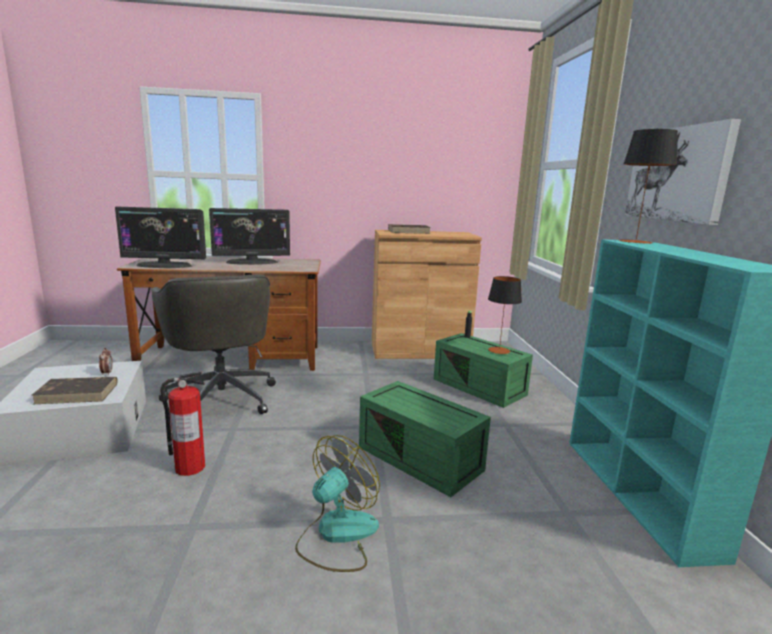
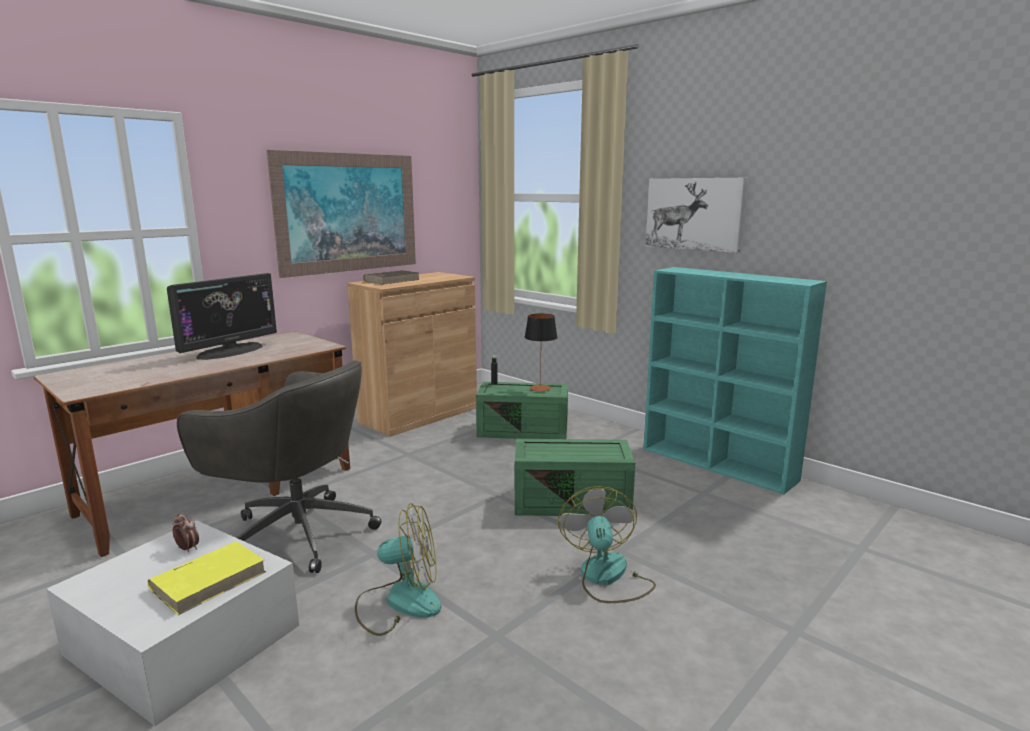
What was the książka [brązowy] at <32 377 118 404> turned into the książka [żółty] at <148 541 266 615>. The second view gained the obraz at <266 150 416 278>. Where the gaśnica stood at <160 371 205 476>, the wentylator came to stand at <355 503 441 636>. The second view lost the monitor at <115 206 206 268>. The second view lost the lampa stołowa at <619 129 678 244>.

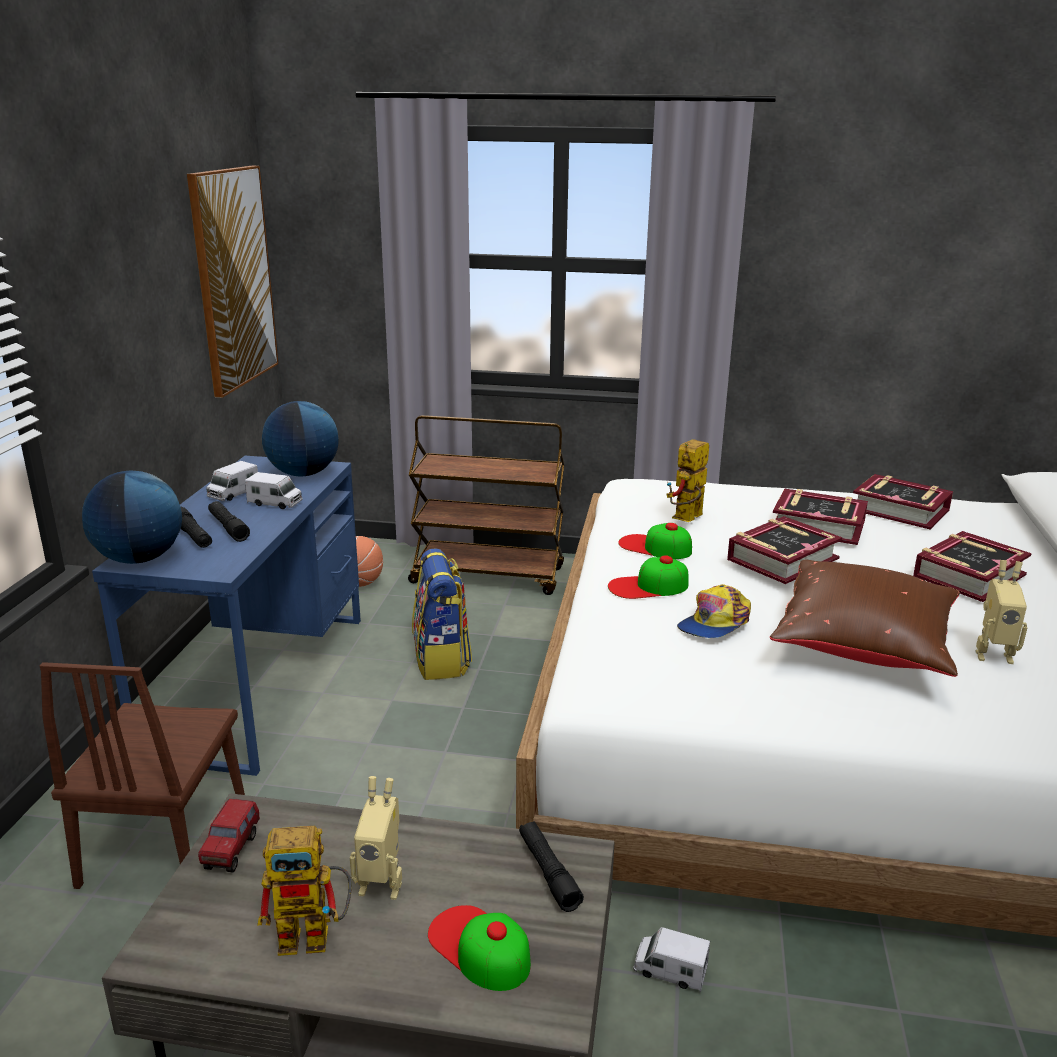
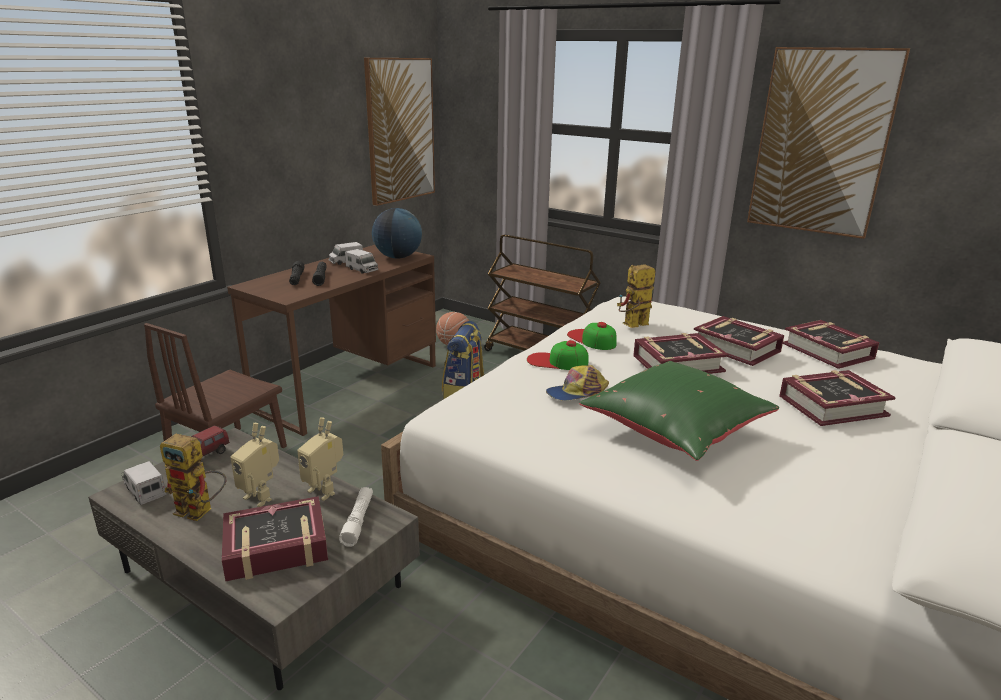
The ciężarówka zabawkowa ended up elsewhere, having gone from <633 927 710 992> to <121 461 167 505>. Where the czapka z daszkiem stood at <428 905 531 991>, the książka came to stand at <222 496 328 581>. What was the biurko [niebieski] at <92 456 361 776> turned into the biurko [brązowy] at <227 245 436 436>. The robot zabawkowy ended up elsewhere, having gone from <975 560 1028 664> to <297 417 343 501>. What was the latarka [czarny] at <519 822 584 912> turned into the latarka [biały] at <339 487 373 547>. What was the poduszka [brązowy] at <770 559 960 677> turned into the poduszka [zielony] at <579 361 779 461>. The second view gained the obraz at <747 47 910 239>. The second view lost the globus at <82 471 182 564>.

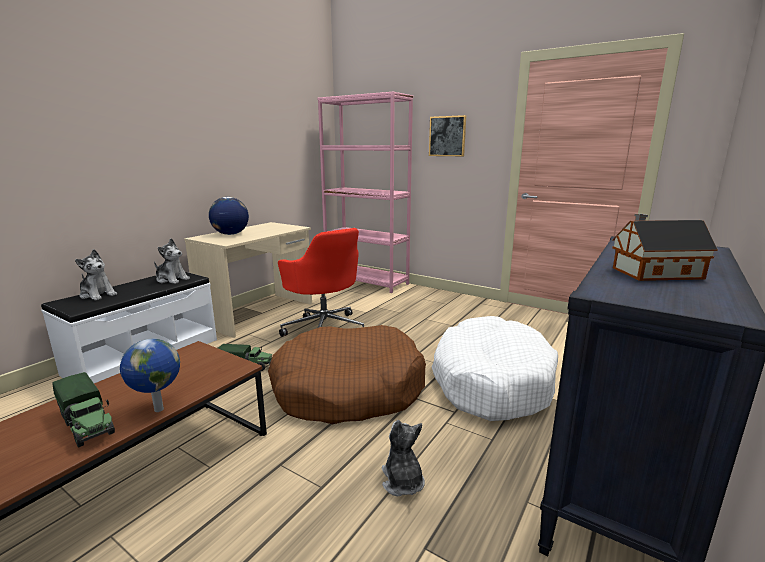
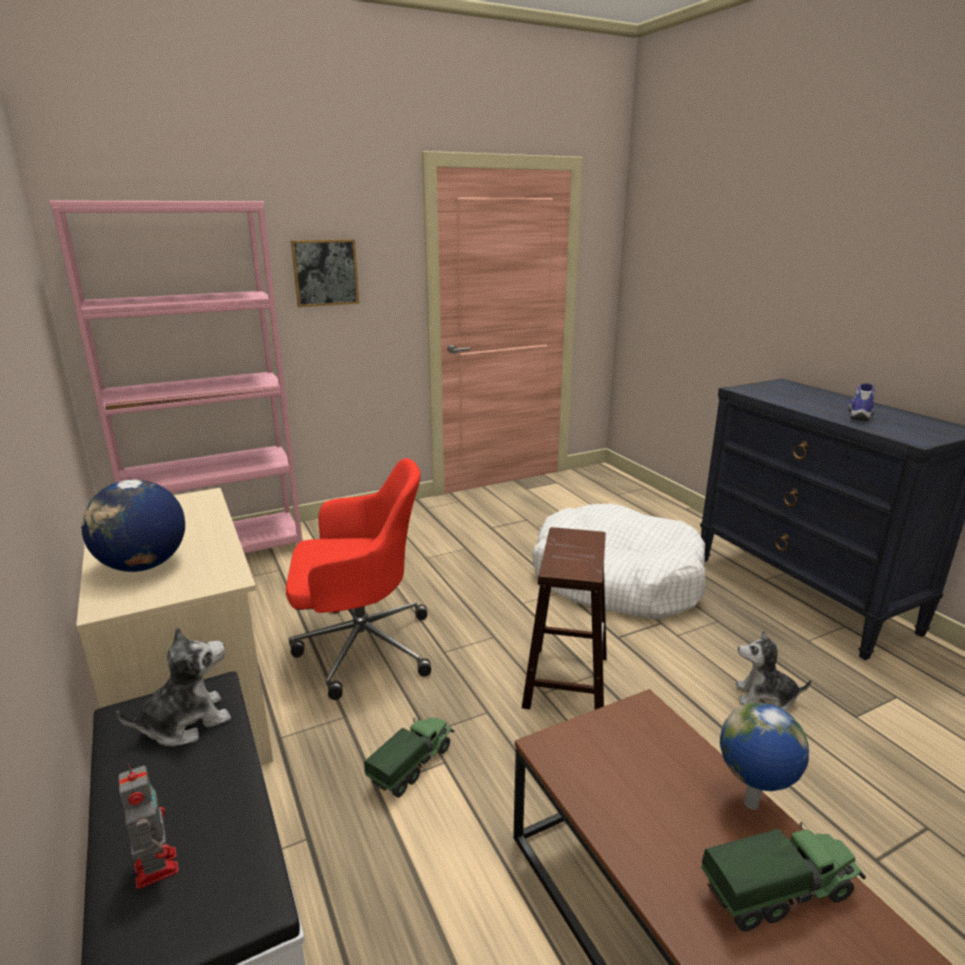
Where the pluszak stood at <75 249 117 300>, the robot zabawkowy came to stand at <119 763 179 889>. Where the legowisko [brązowy] stood at <268 325 426 424>, the stołek [brązowy] came to stand at <522 527 607 710>. Where the domek stood at <612 214 718 281>, the but came to stand at <849 383 875 421>.

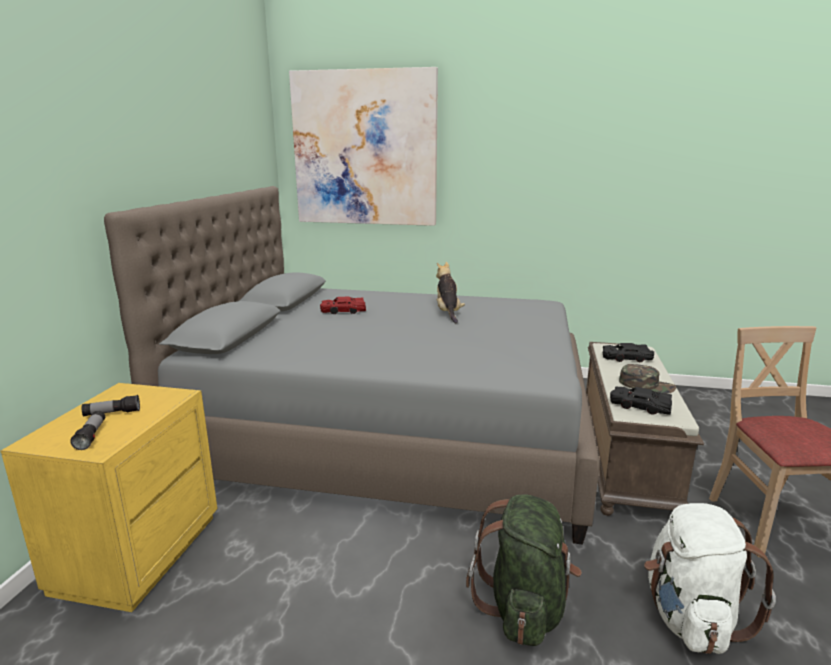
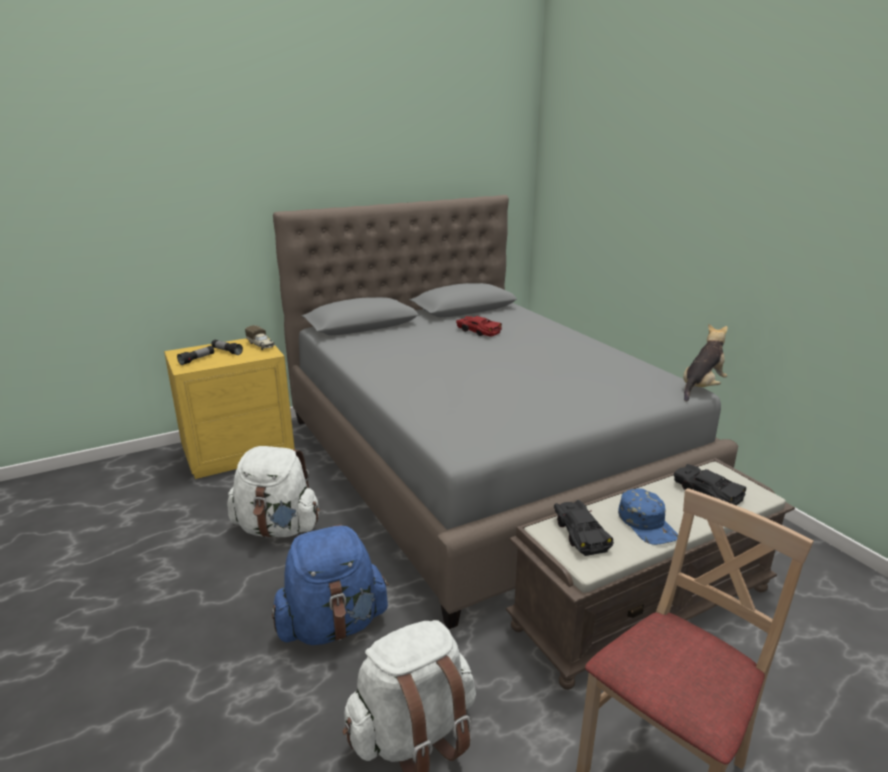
The second view gained the plecak [biały] at <227 446 320 538>. The second view gained the ciężarówka zabawkowa at <245 325 275 350>. What was the plecak [zielony] at <466 494 582 646> turned into the plecak [niebieski] at <272 524 389 645>. What was the czapka z daszkiem [zielony] at <619 364 676 394> turned into the czapka z daszkiem [niebieski] at <618 488 678 545>. The pluszak ended up elsewhere, having gone from <436 262 465 323> to <683 324 728 402>. The second view lost the obraz at <289 67 438 226>.

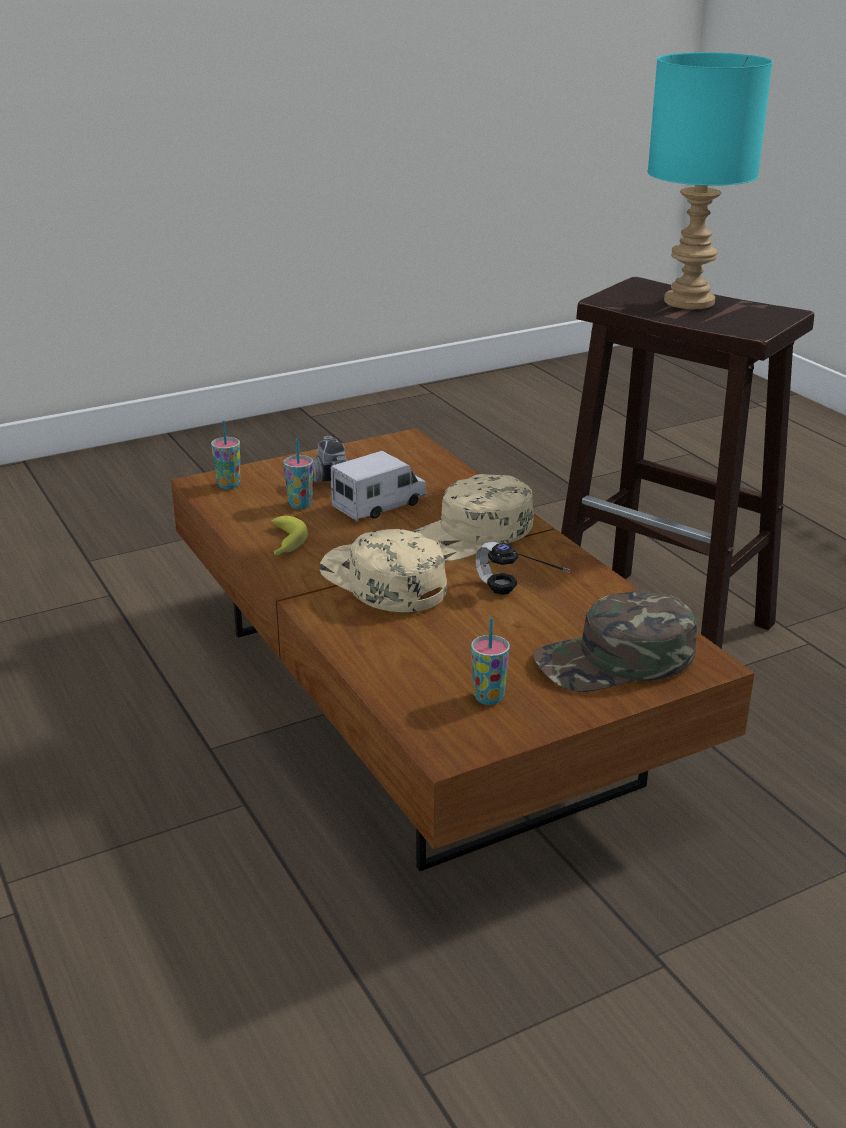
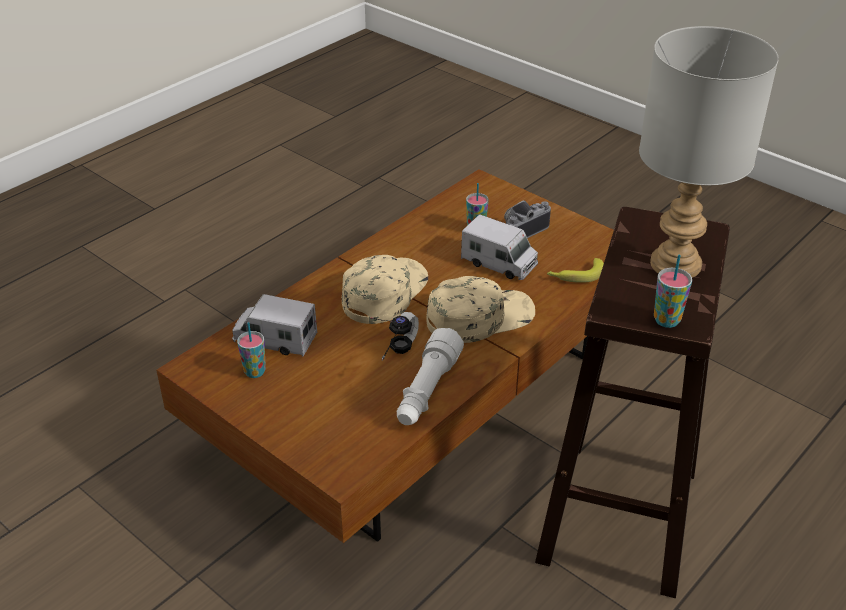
The second view gained the ciężarówka zabawkowa at <232 294 317 357>. The second view gained the latarka [biały] at <397 328 464 425>. The czapka z daszkiem [beżowy] at <413 474 534 561> ended up facing another way, 120 degrees clockwise from before. The banan ended up elsewhere, having gone from <272 516 308 556> to <547 258 604 283>. What was the lampa stołowa [turkusowy] at <648 52 773 309> turned into the lampa stołowa [szary] at <639 26 779 278>. The filiżanka ended up elsewhere, having gone from <211 420 240 489> to <654 255 692 328>. The second view lost the czapka z daszkiem [zielony] at <533 590 697 692>.

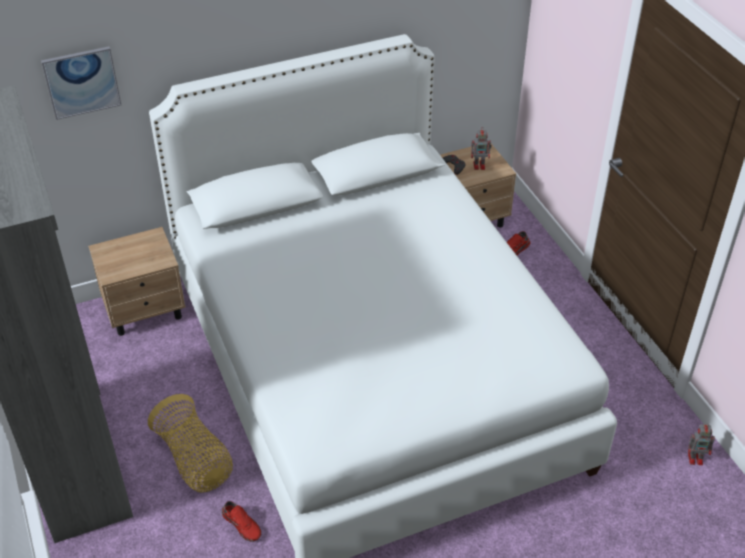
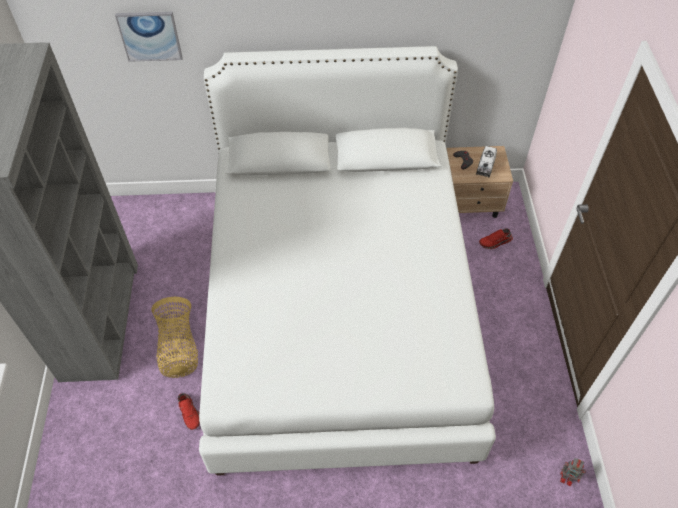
Where the robot zabawkowy stood at <471 127 492 170>, the ciężarówka zabawkowa came to stand at <476 146 497 177>. The second view lost the szafka nocna [beżowy] at <88 227 186 336>.

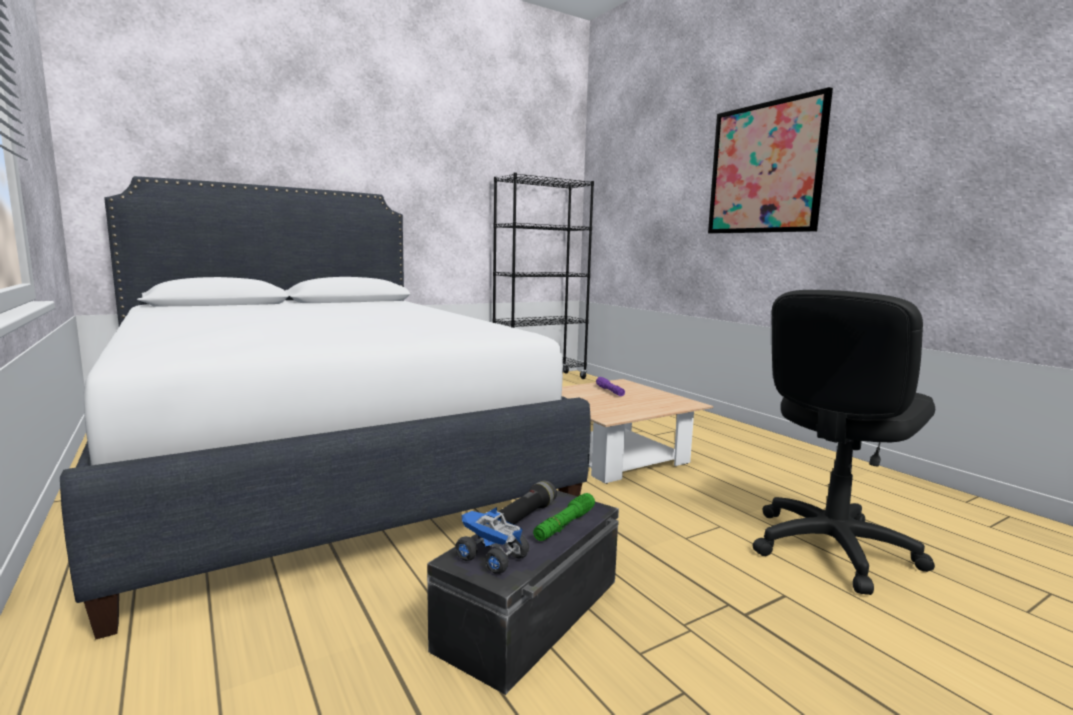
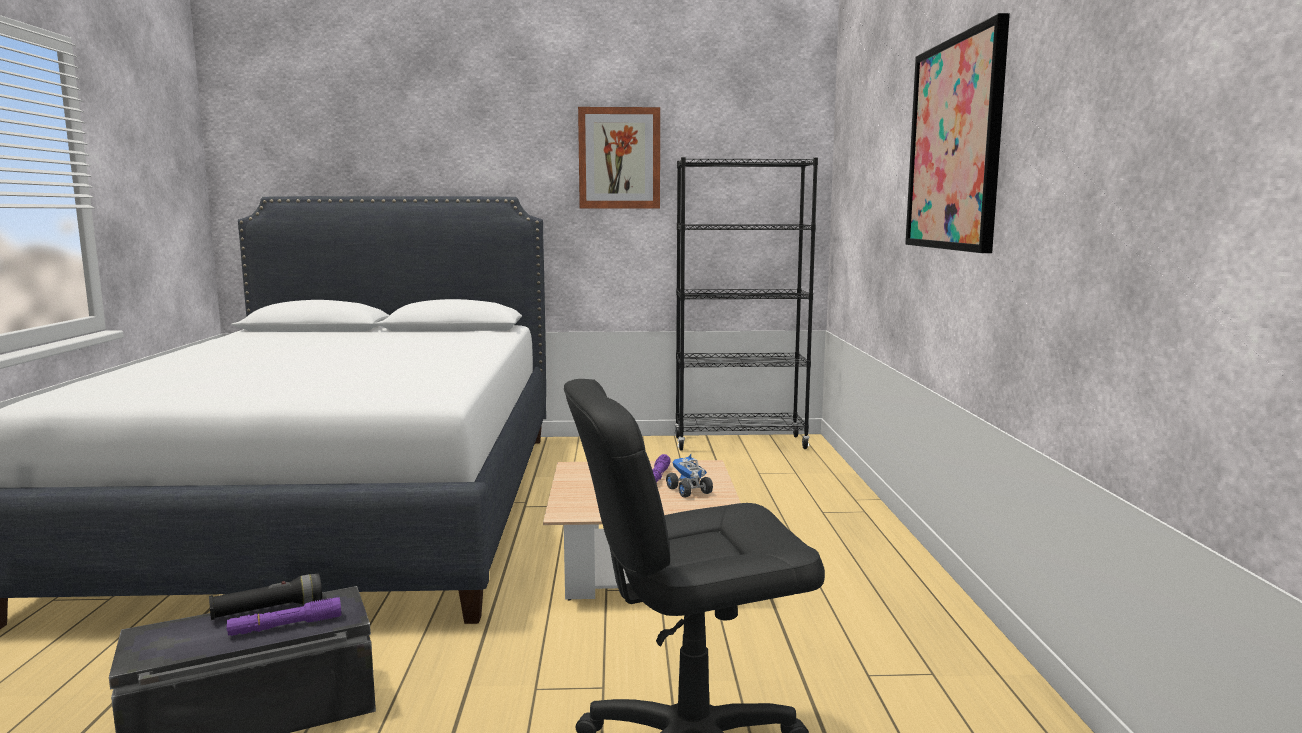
What was the latarka [zielony] at <533 493 595 541> turned into the latarka [fioletowy] at <226 597 341 636>. The second view gained the obraz at <578 107 660 208>. The ciężarówka zabawkowa ended up elsewhere, having gone from <455 507 530 574> to <666 454 713 497>.

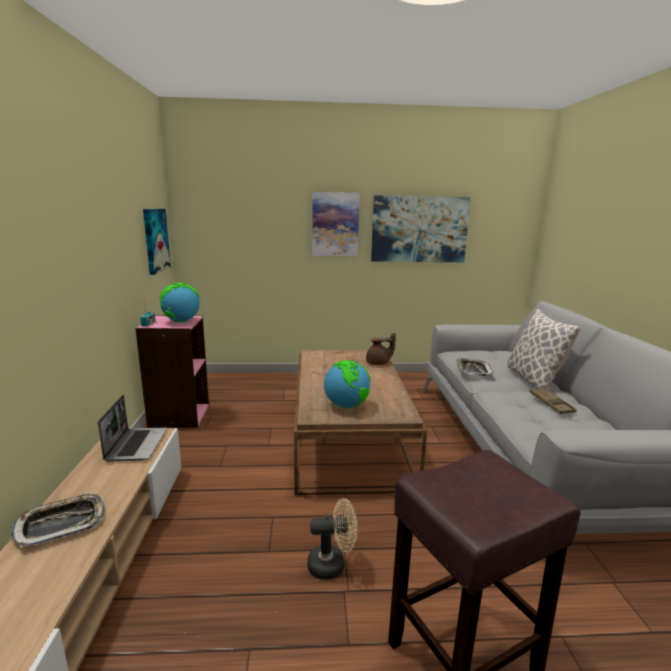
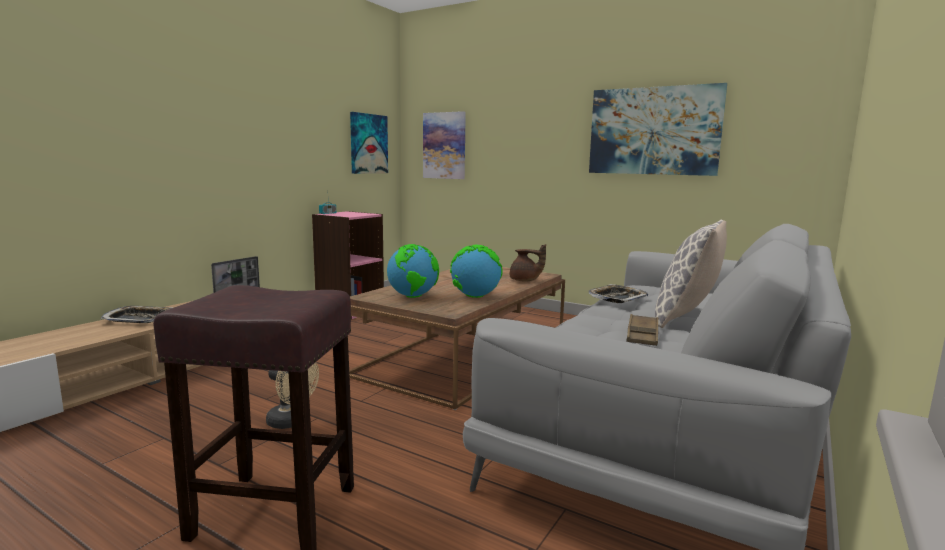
The obraz ended up elsewhere, having gone from <312 192 360 256> to <423 111 466 179>. The globus ended up elsewhere, having gone from <159 283 200 322> to <450 245 502 298>.

